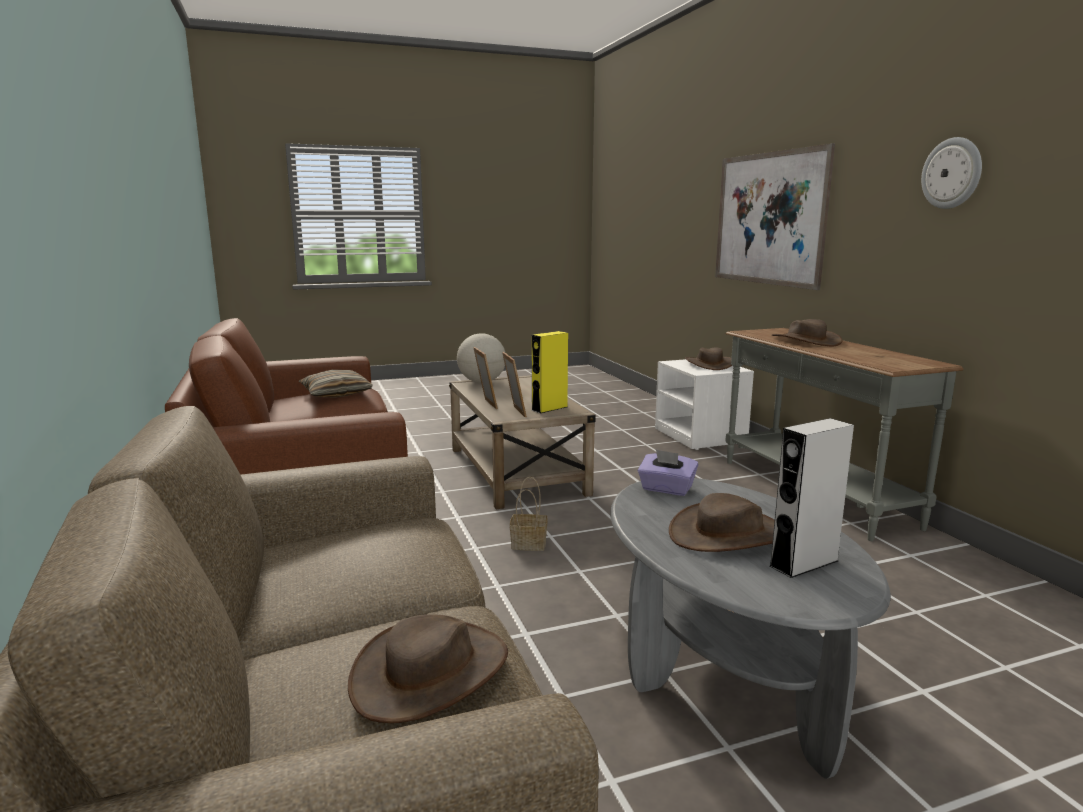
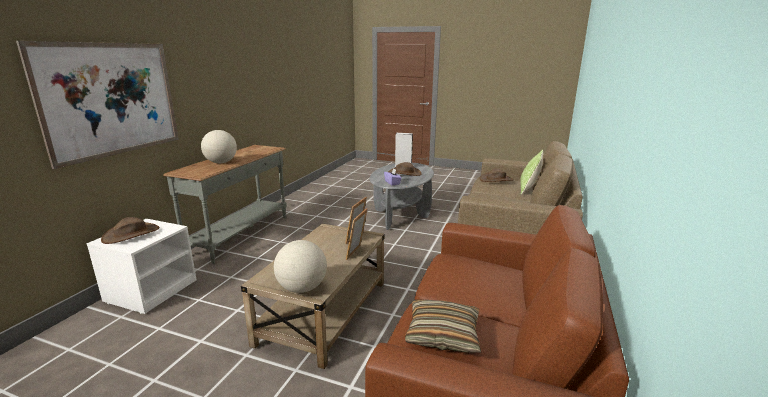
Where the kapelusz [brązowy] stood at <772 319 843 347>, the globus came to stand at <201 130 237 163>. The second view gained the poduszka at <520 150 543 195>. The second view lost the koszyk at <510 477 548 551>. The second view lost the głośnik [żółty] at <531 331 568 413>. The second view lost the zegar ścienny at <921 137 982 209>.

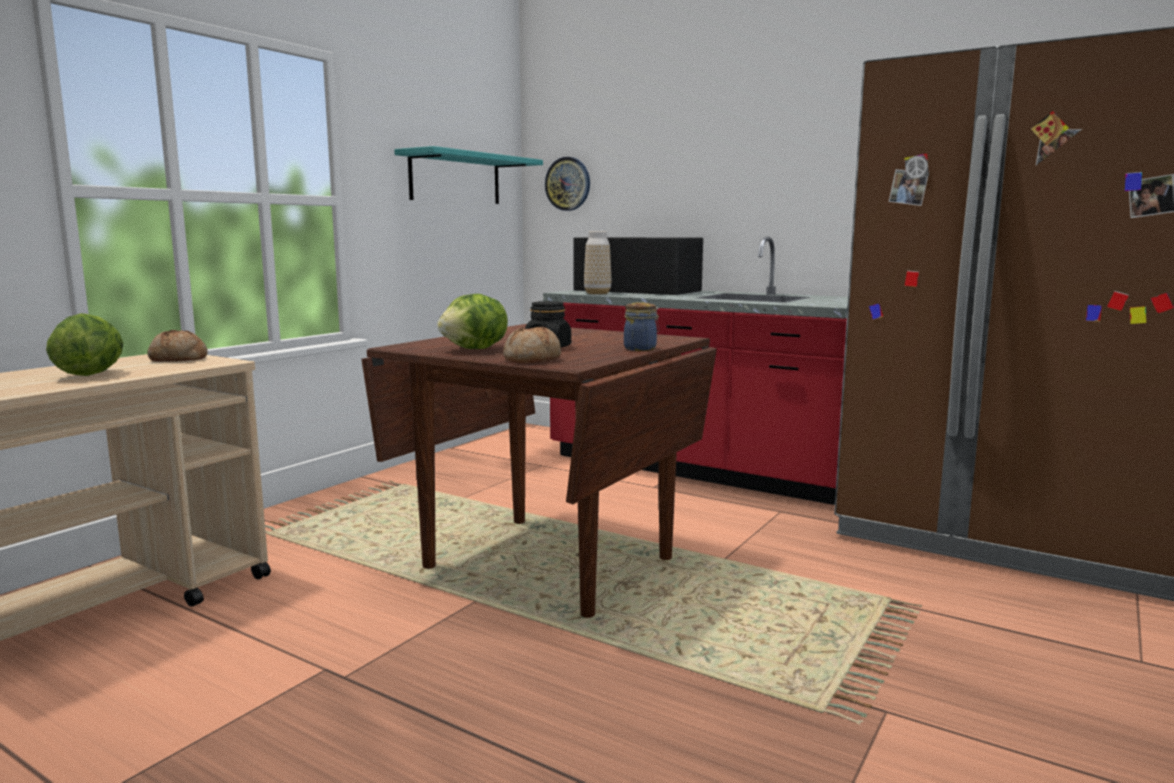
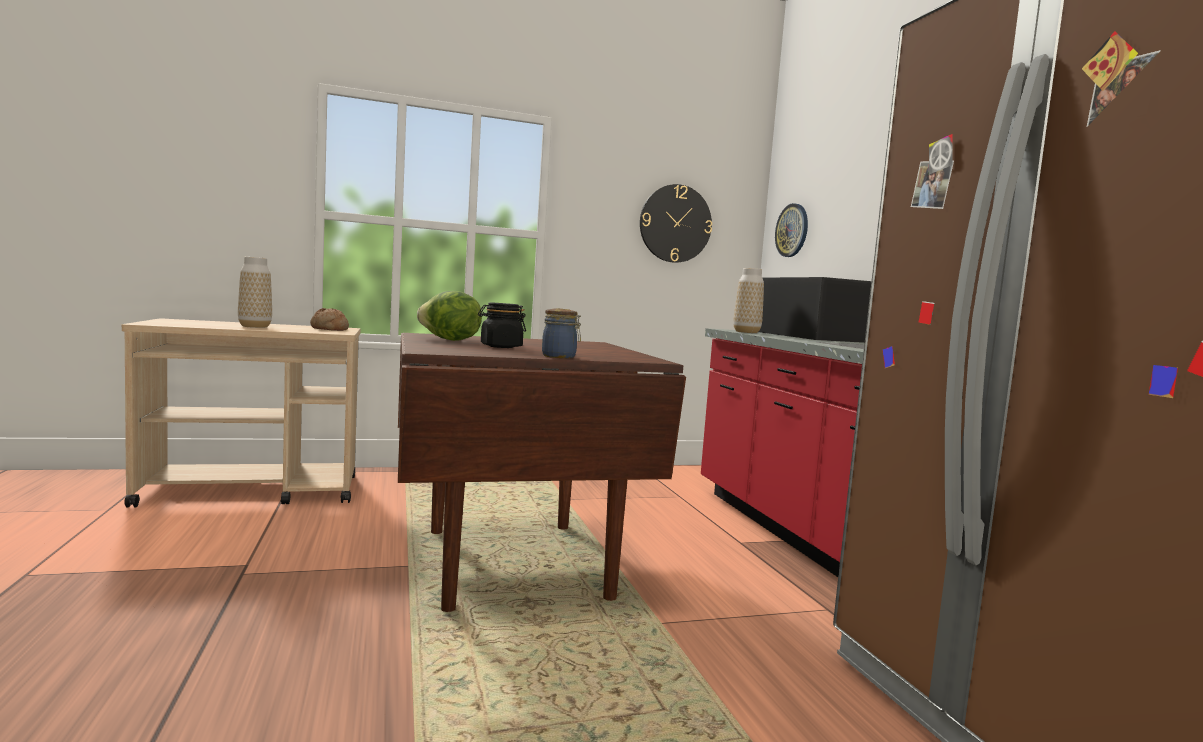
Where the sałata stood at <46 313 123 376>, the wazon came to stand at <238 257 272 328>. Where the półka [turkusowy] hung at <394 146 543 204>, the zegar ścienny came to hang at <640 184 712 263>. The second view lost the chleb at <503 326 561 363>.

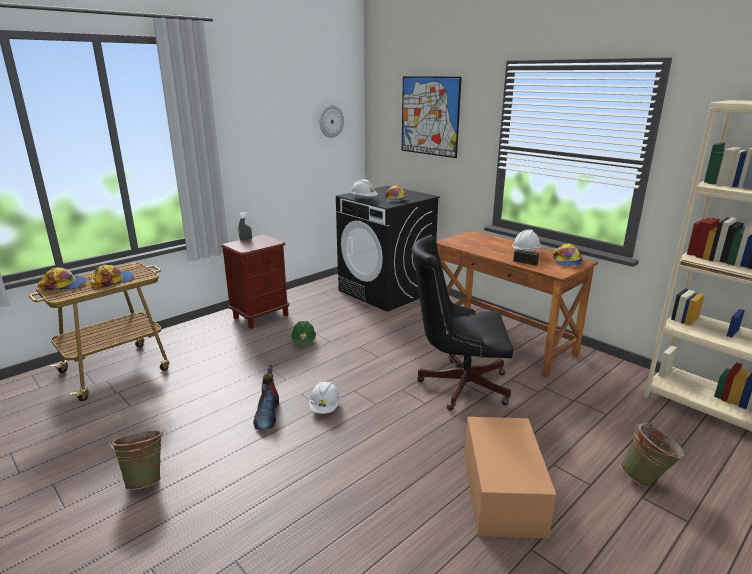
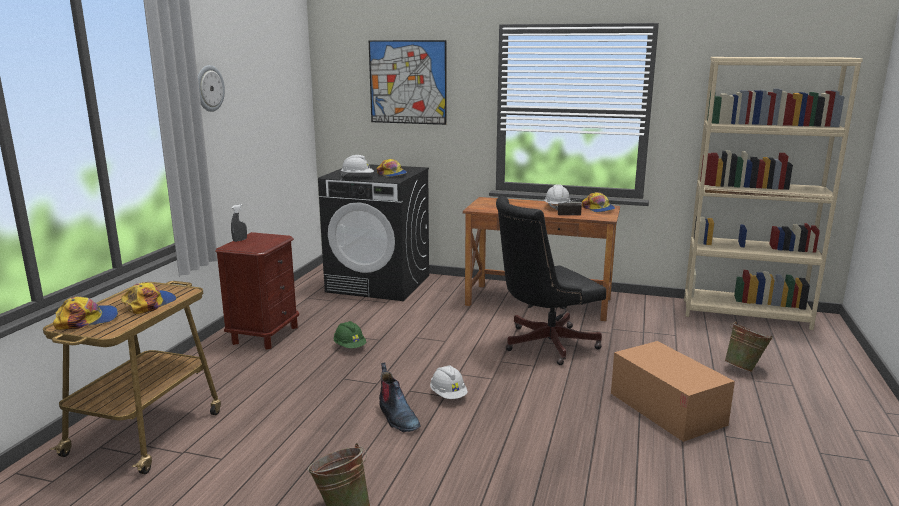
The zegar ścienny ended up elsewhere, having gone from <320 105 344 138> to <198 65 225 112>.

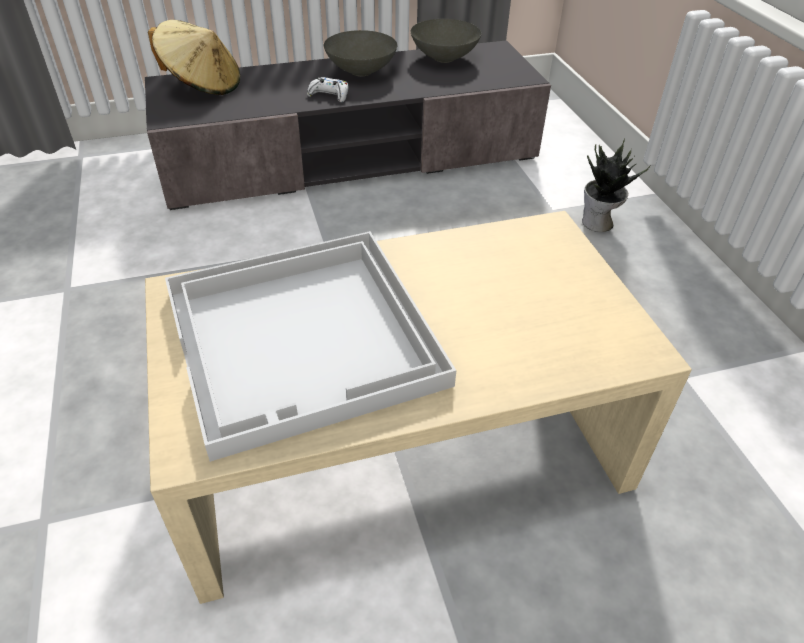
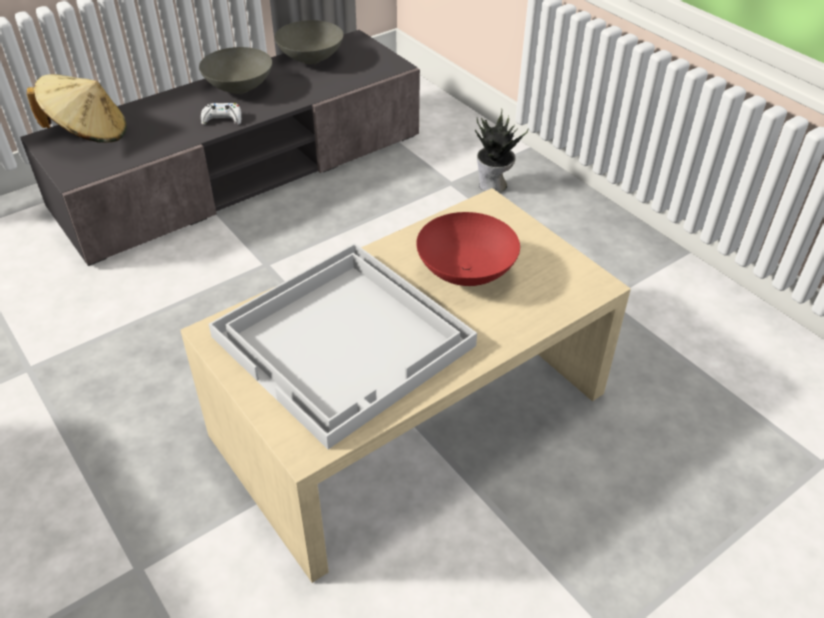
The second view gained the miska [czerwony] at <416 212 520 286>.

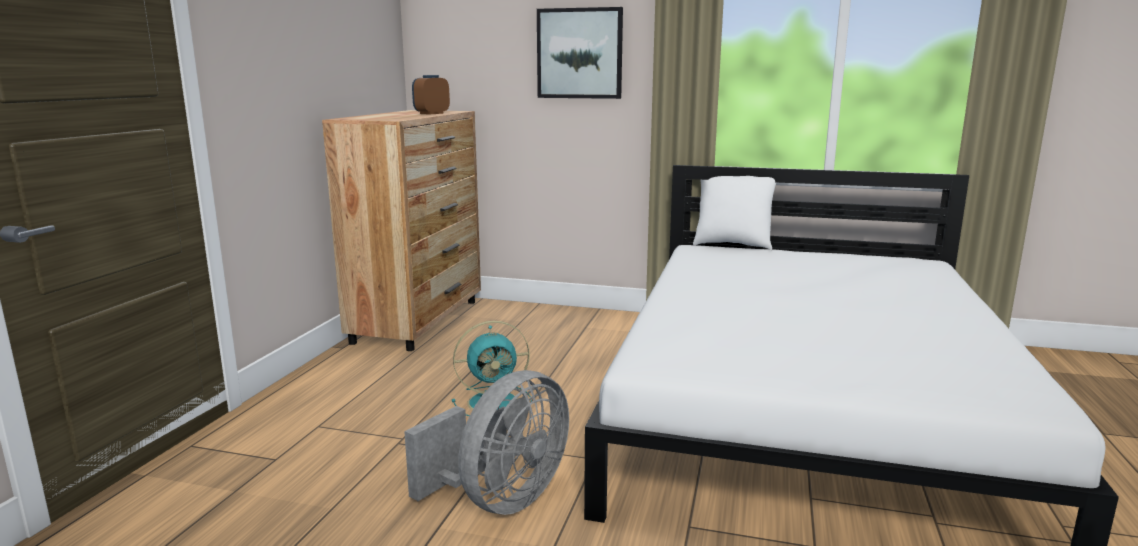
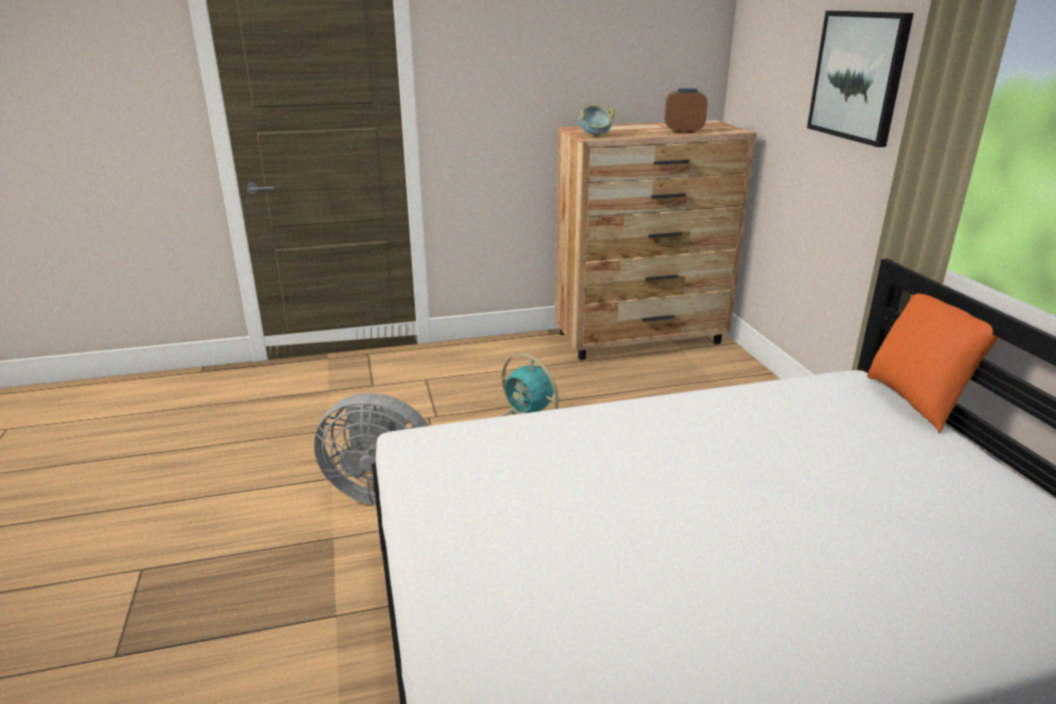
The second view gained the miska at <579 105 615 137>. What was the poduszka [biały] at <693 176 776 250> turned into the poduszka [pomarańczowy] at <867 294 999 433>.

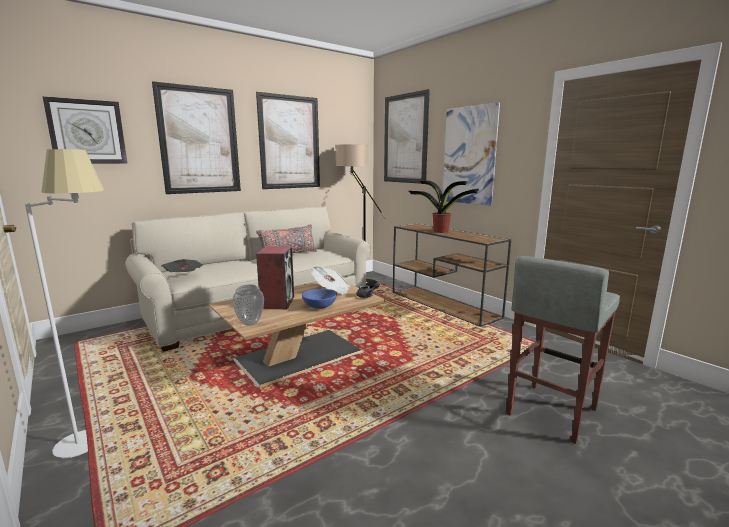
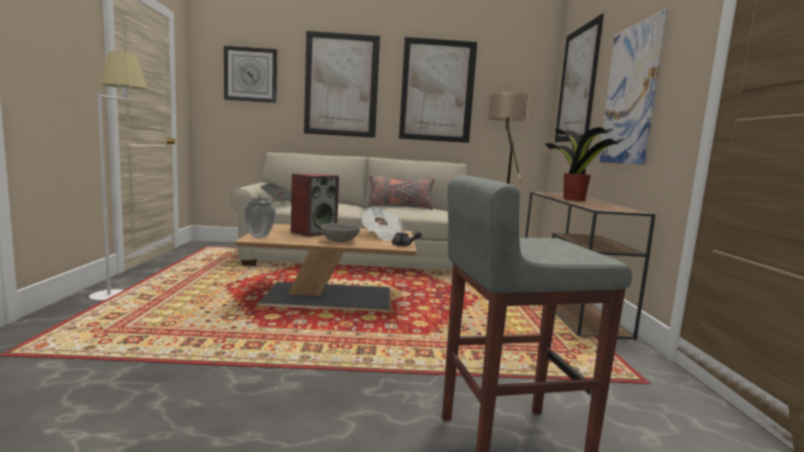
What was the miska [niebieski] at <302 289 337 309> turned into the miska [szary] at <321 223 360 242>.

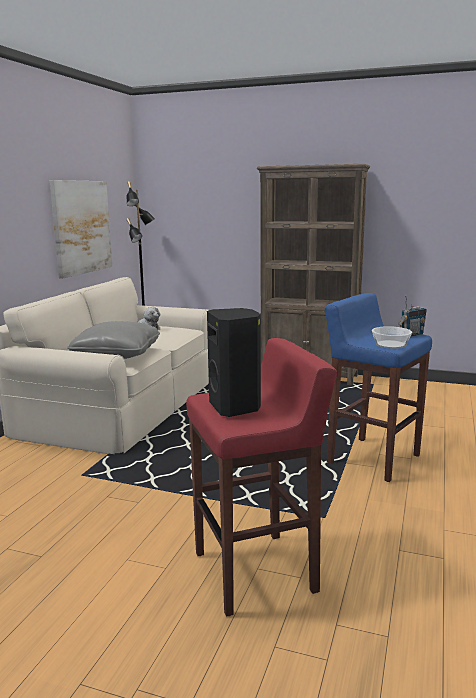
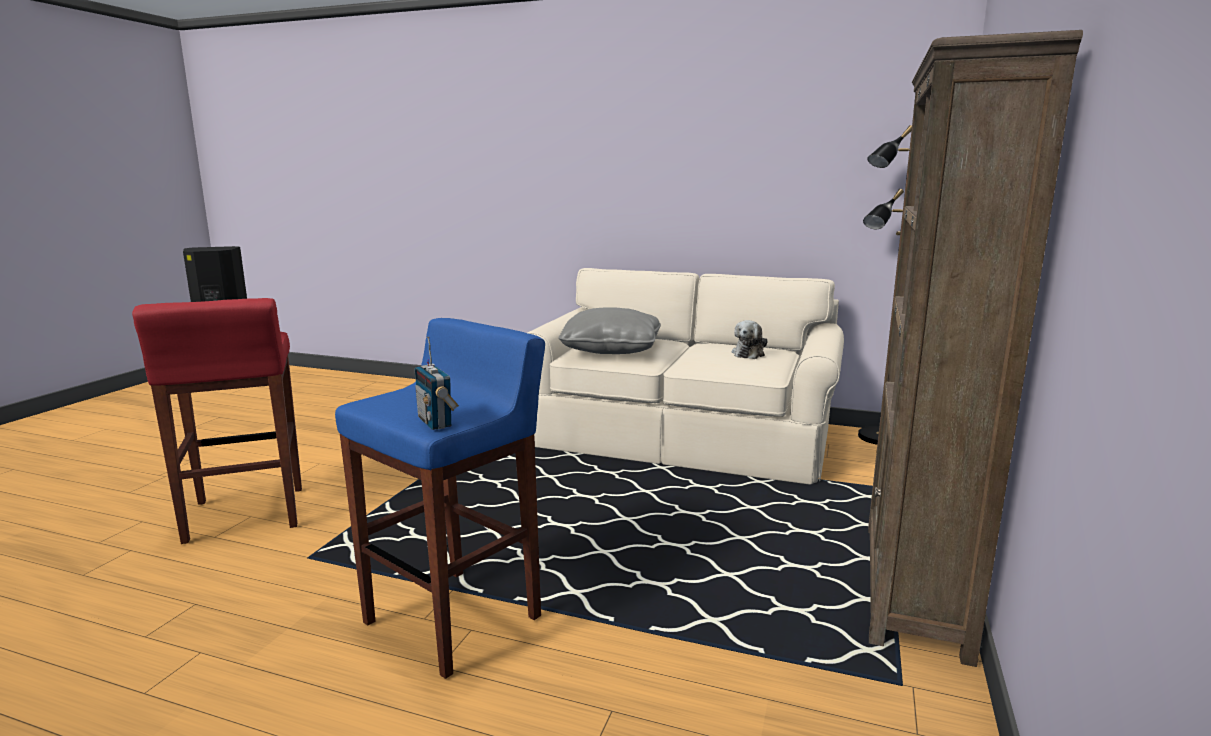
The second view lost the obraz at <50 180 112 279>. The second view lost the miska at <372 326 412 349>.

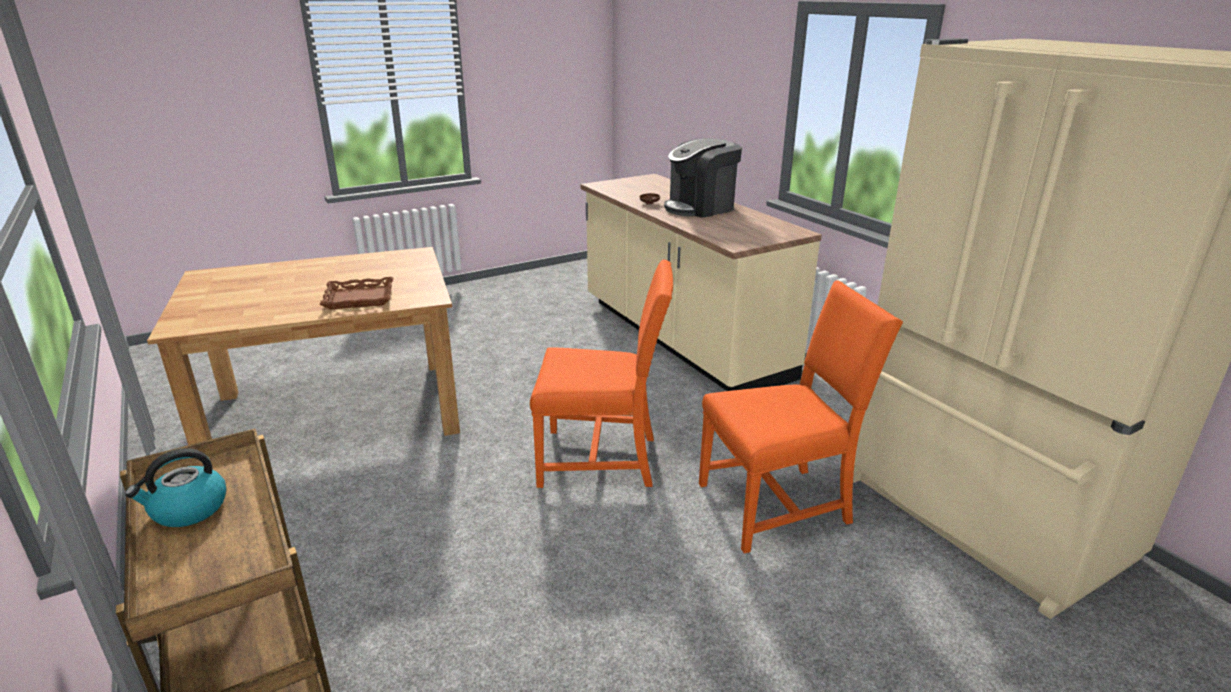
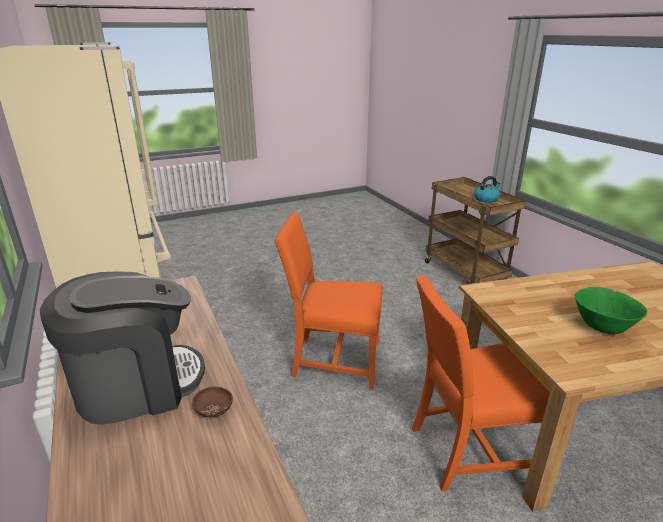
The krzesło [pomarańczowy] ended up elsewhere, having gone from <699 280 903 553> to <412 275 550 491>. The second view gained the miska [zielony] at <574 287 647 334>. The second view lost the taca [brązowy] at <319 277 393 310>.

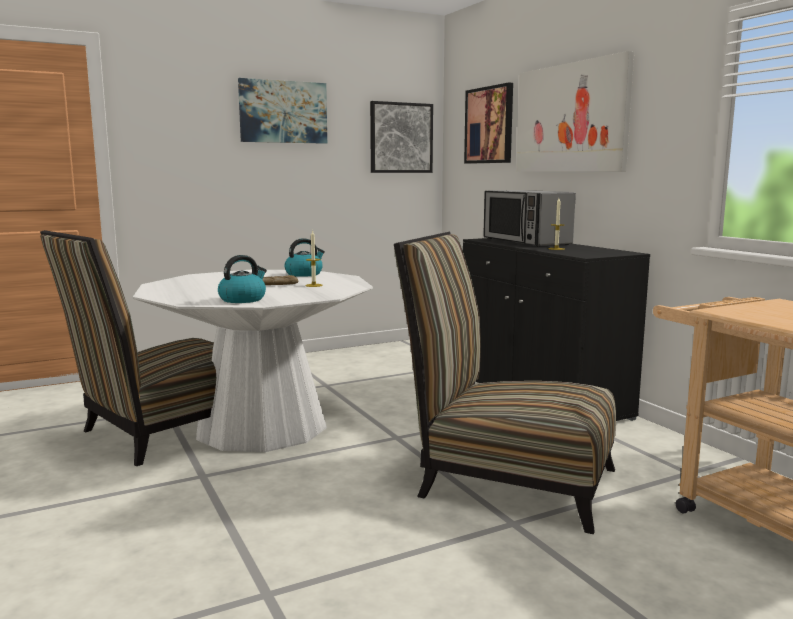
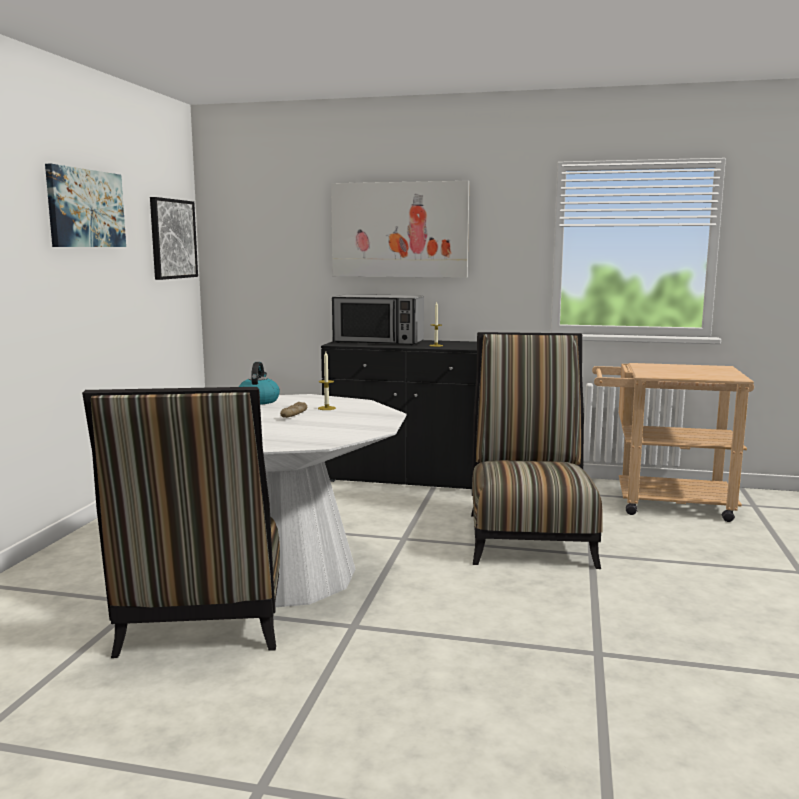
The krzesło at <394 232 616 534> ended up facing another way, 120 degrees clockwise from before. The second view lost the czajnik at <218 255 267 303>. The second view lost the obraz at <464 82 513 164>.

